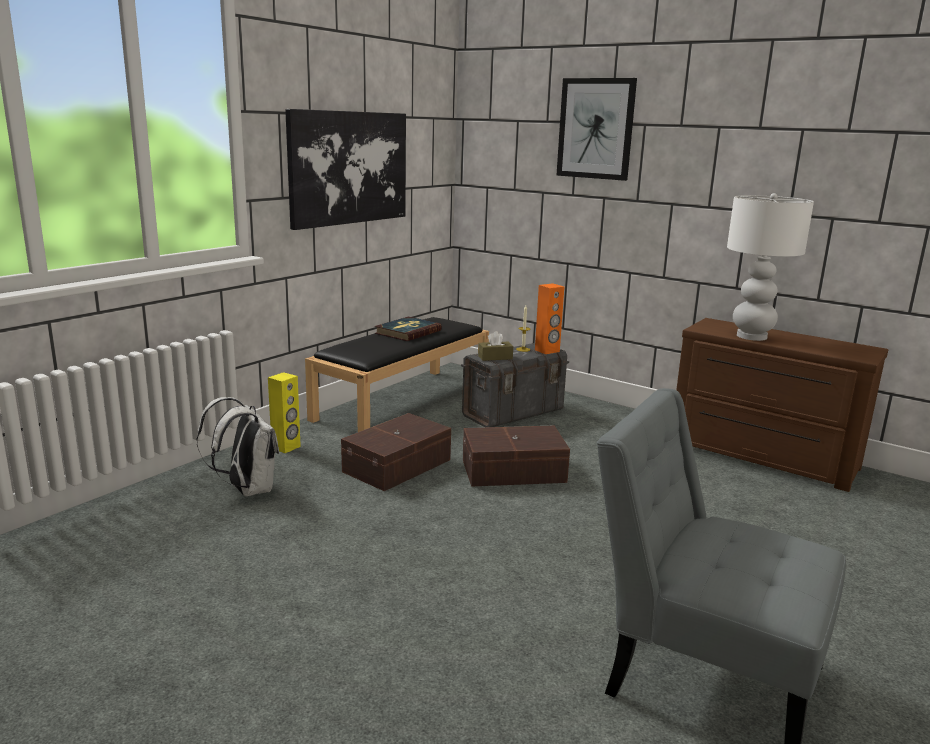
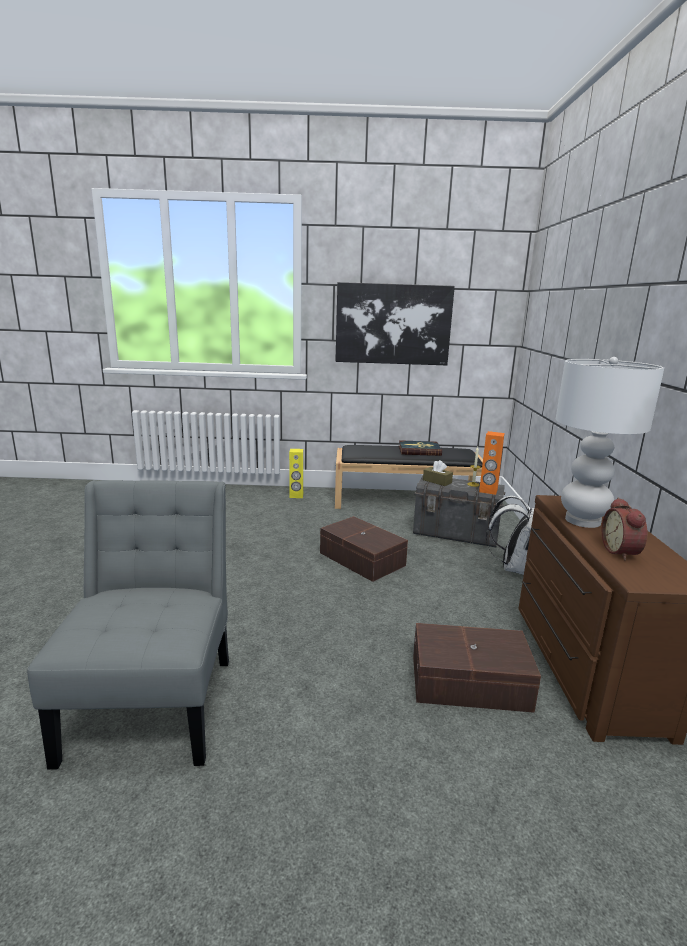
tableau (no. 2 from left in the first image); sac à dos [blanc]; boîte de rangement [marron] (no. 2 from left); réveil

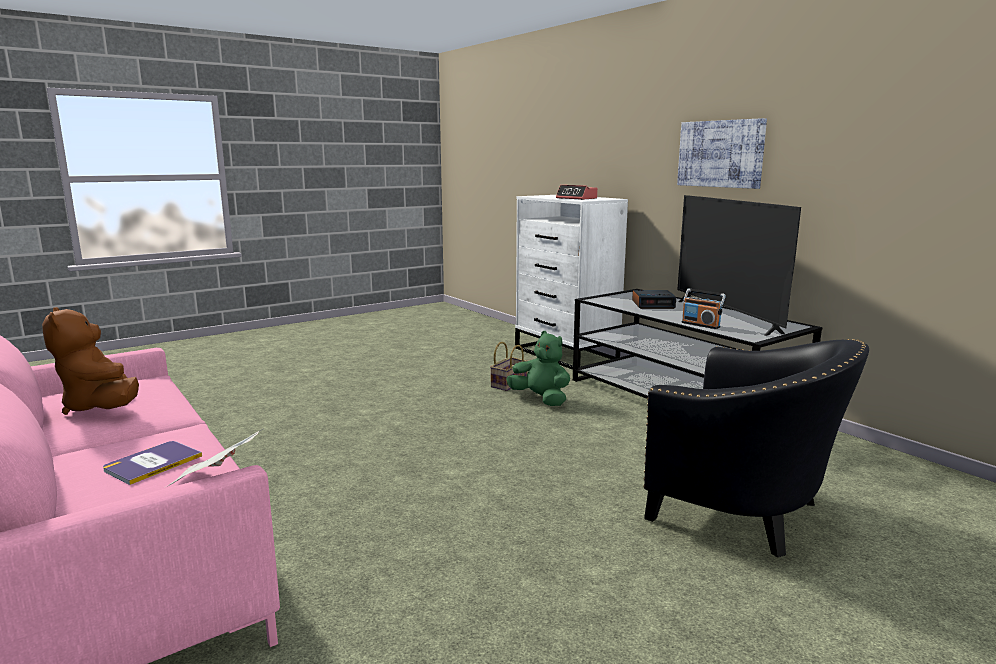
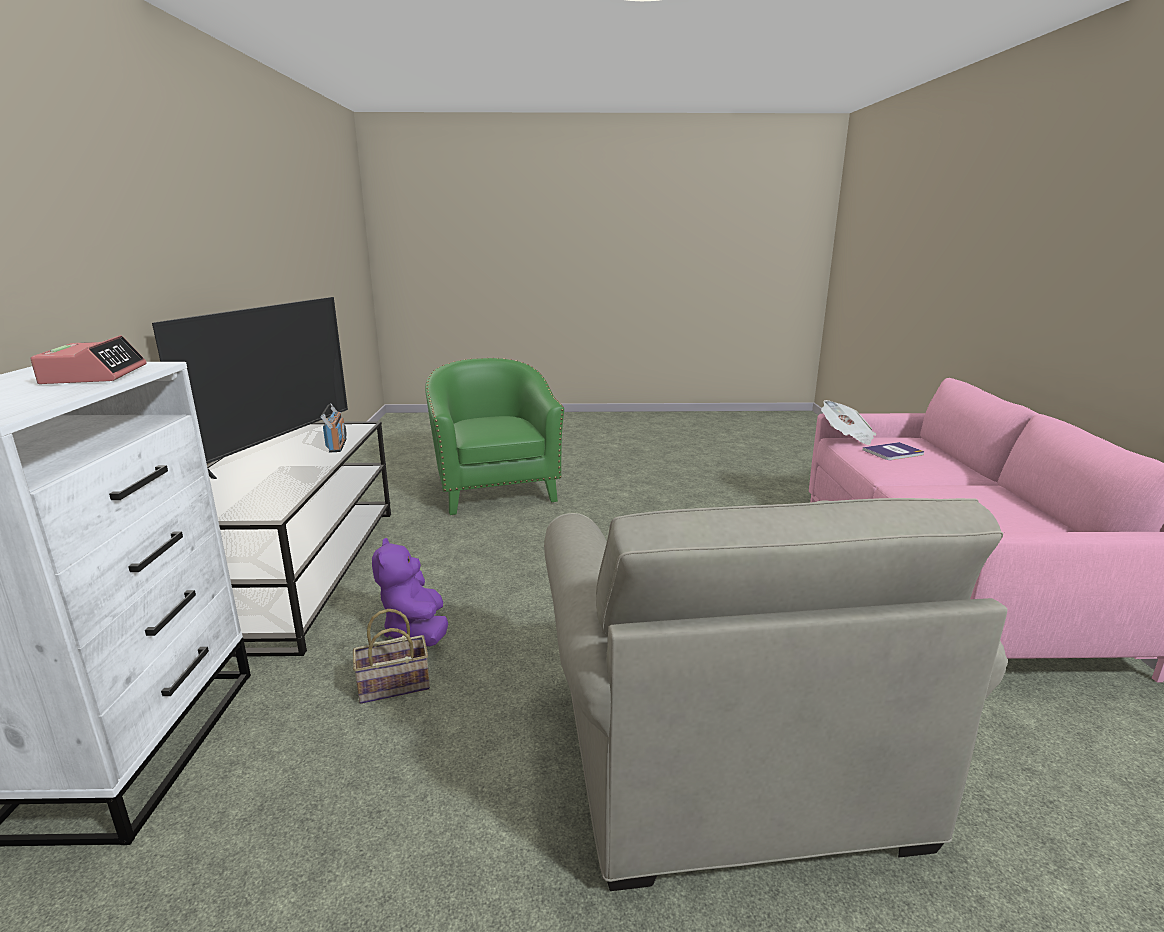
tableau; réveil (no. 2 from left in the first image); peluche [marron]; peluche [violet]; fauteuil [vert]; fauteuil [beige]

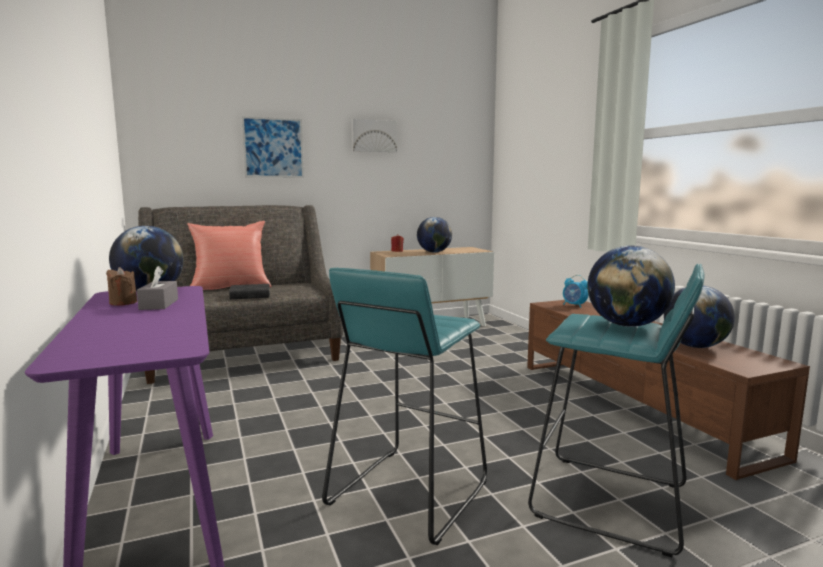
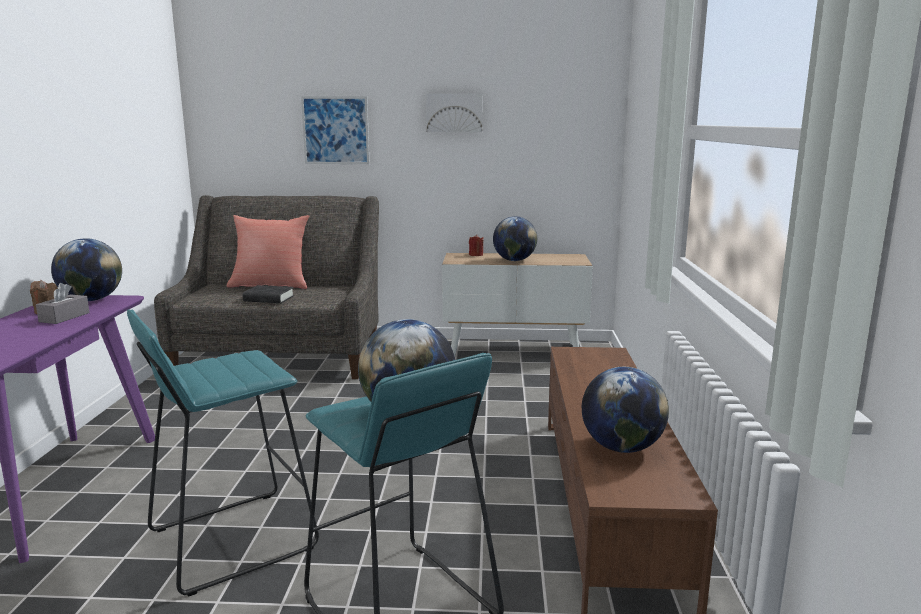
réveil

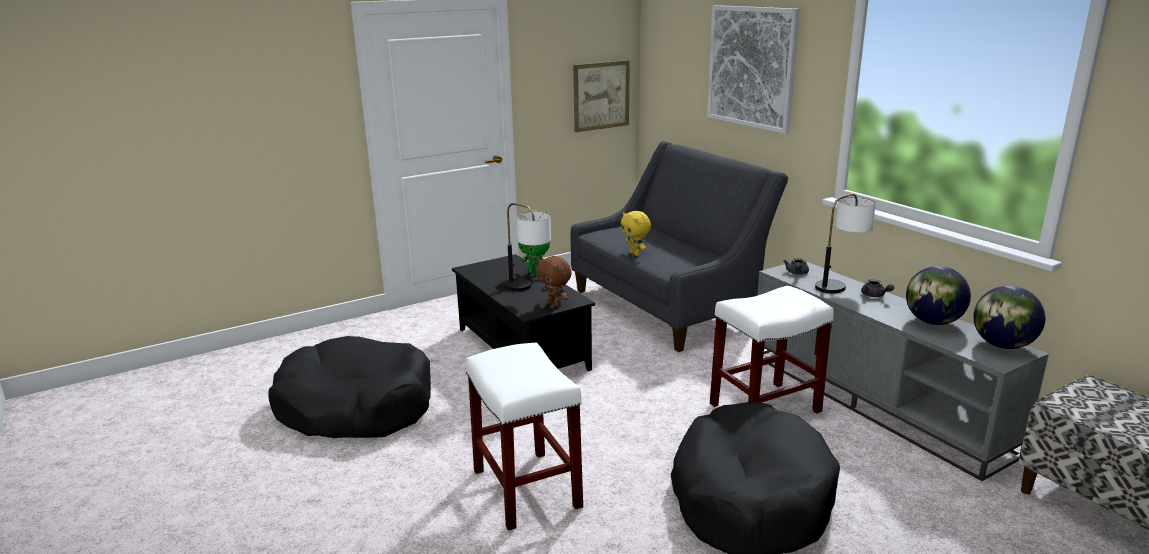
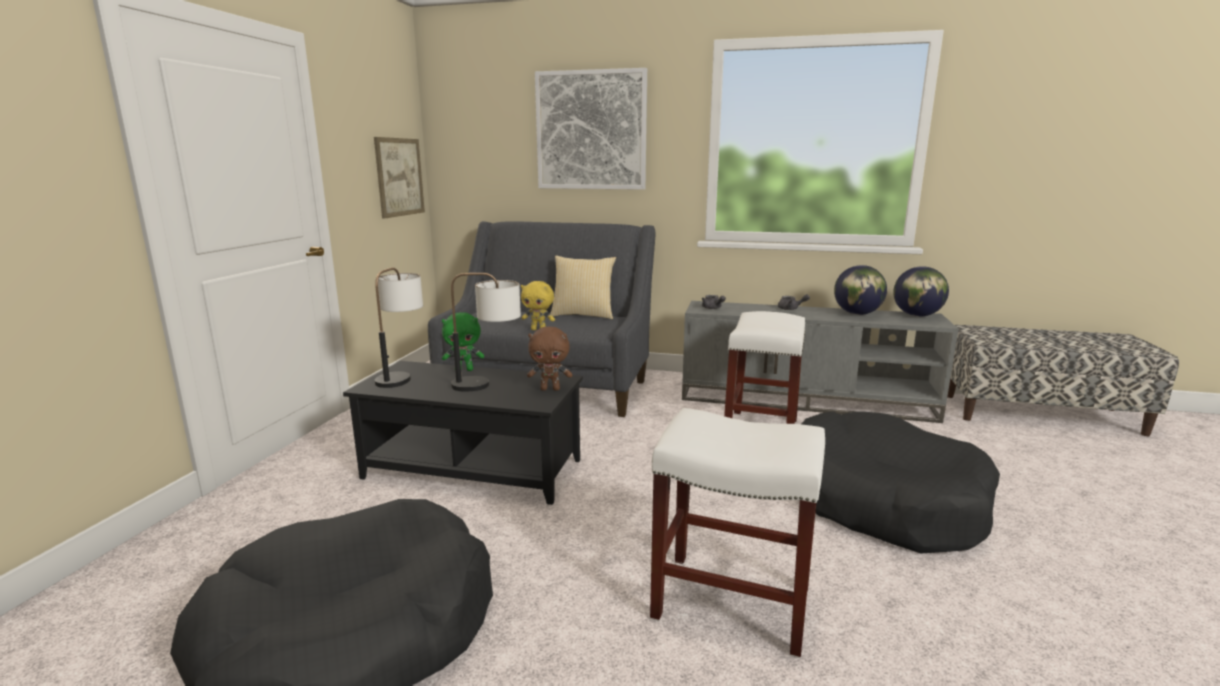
lampe de table (no. 1 from left); coussin

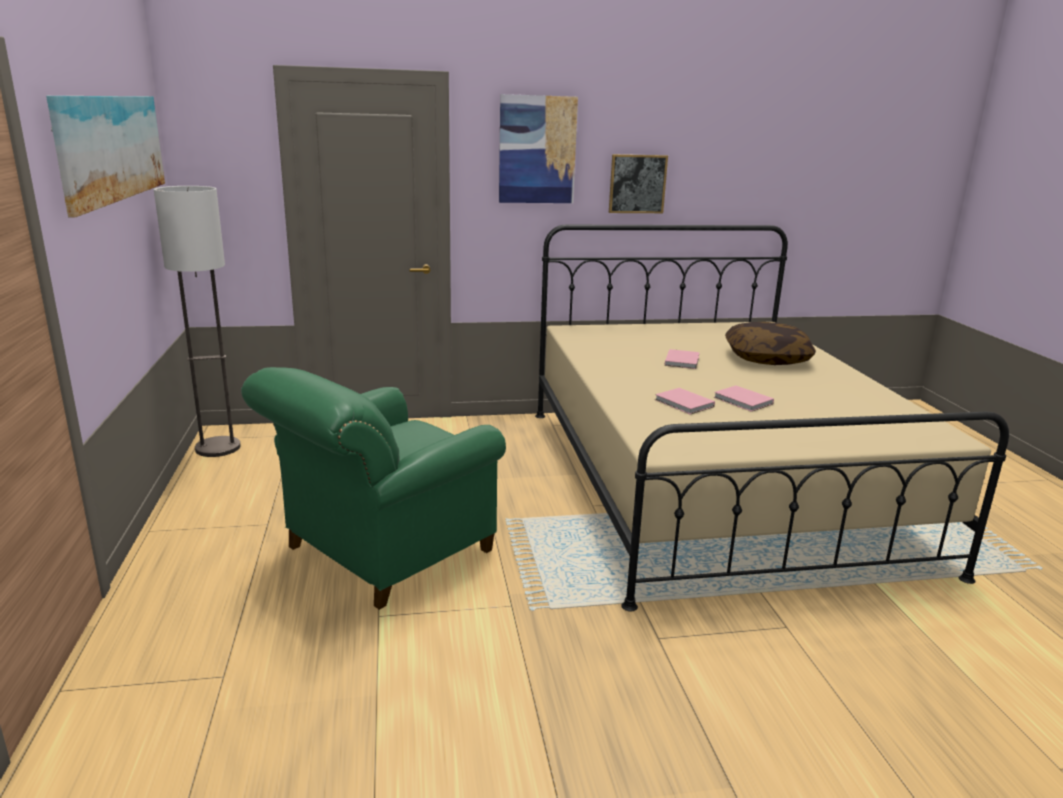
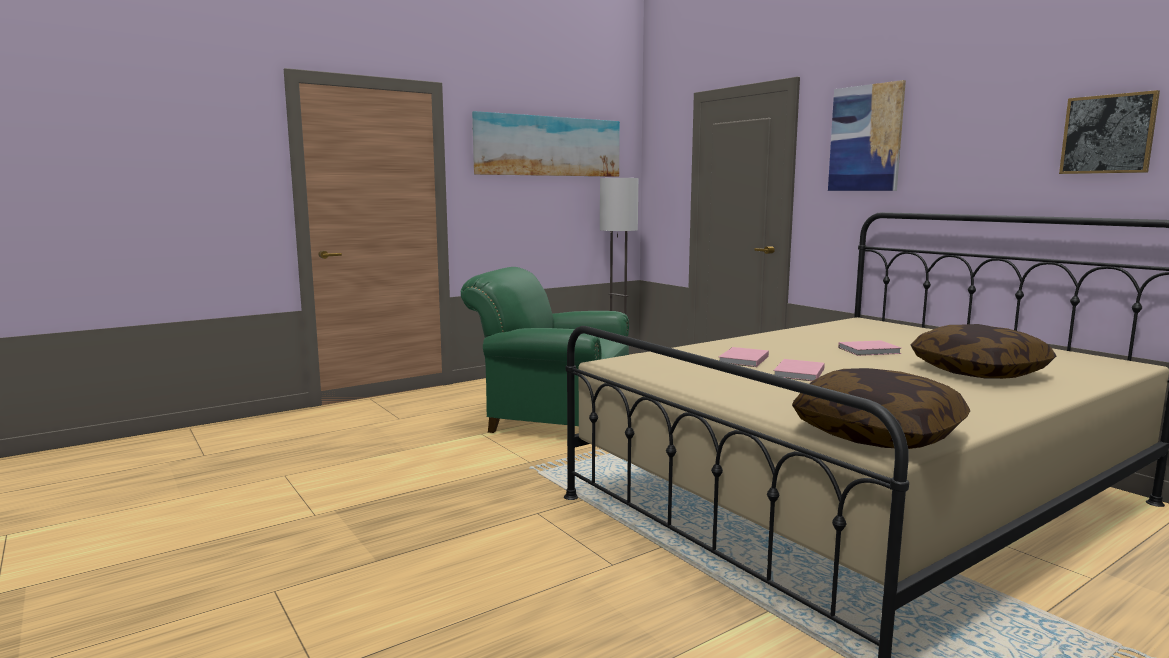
tableau (no. 3 from left); coussin (no. 1 from left)

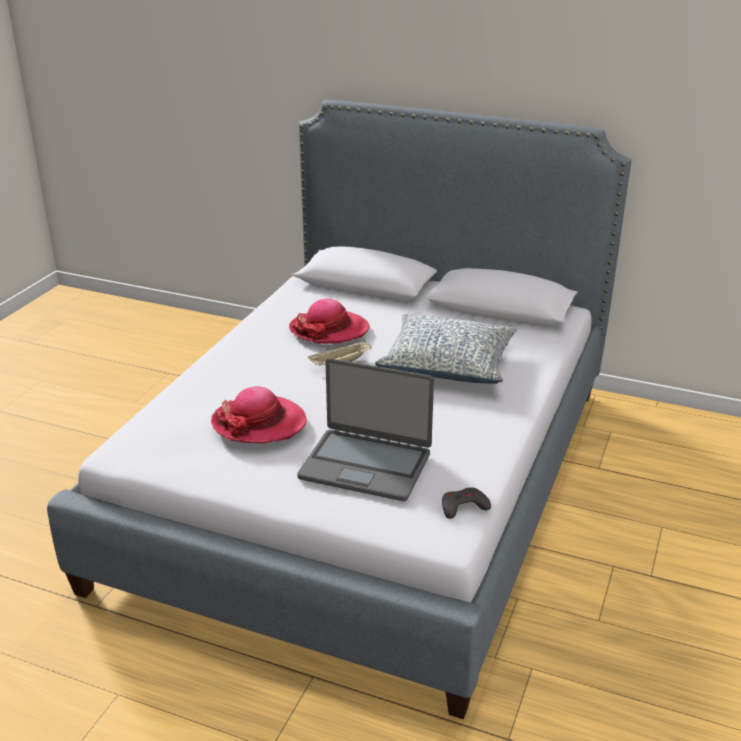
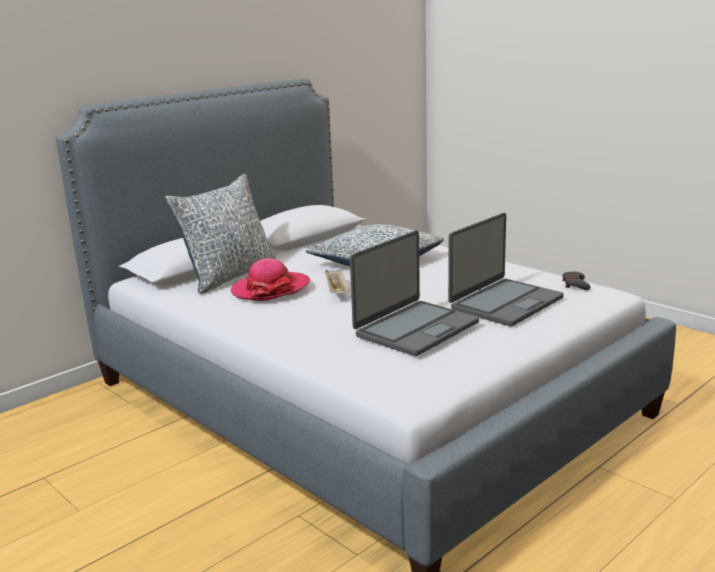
ordinateur portable (no. 1 from left); coussin (no. 1 from left)

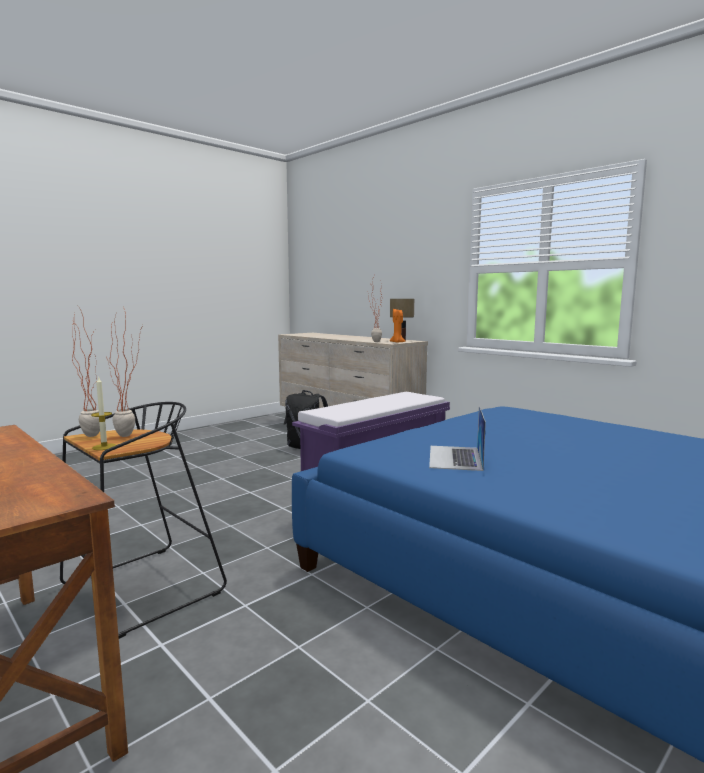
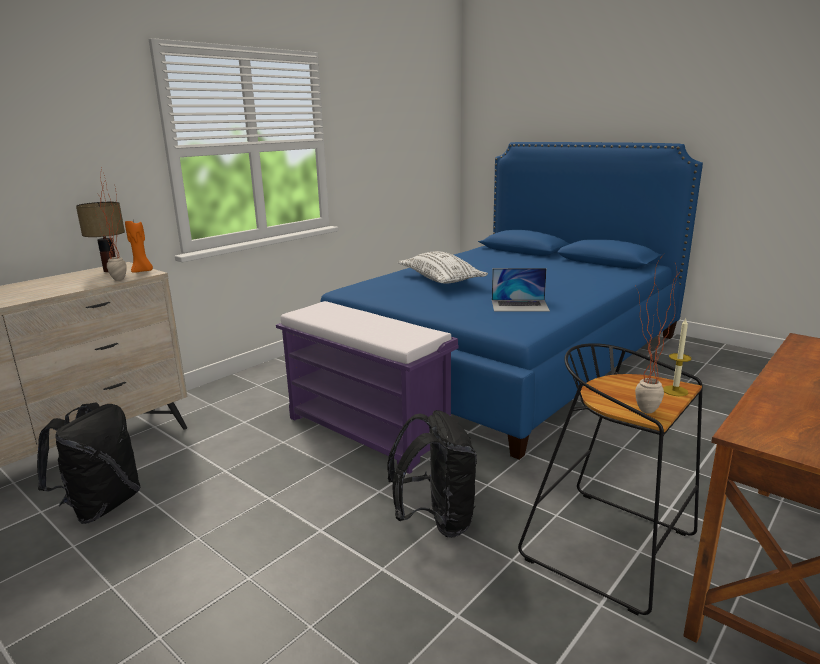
plante en pot (no. 2 from left in the first image); coussin [blanc]; sac à dos [noir] (no. 2 from left)

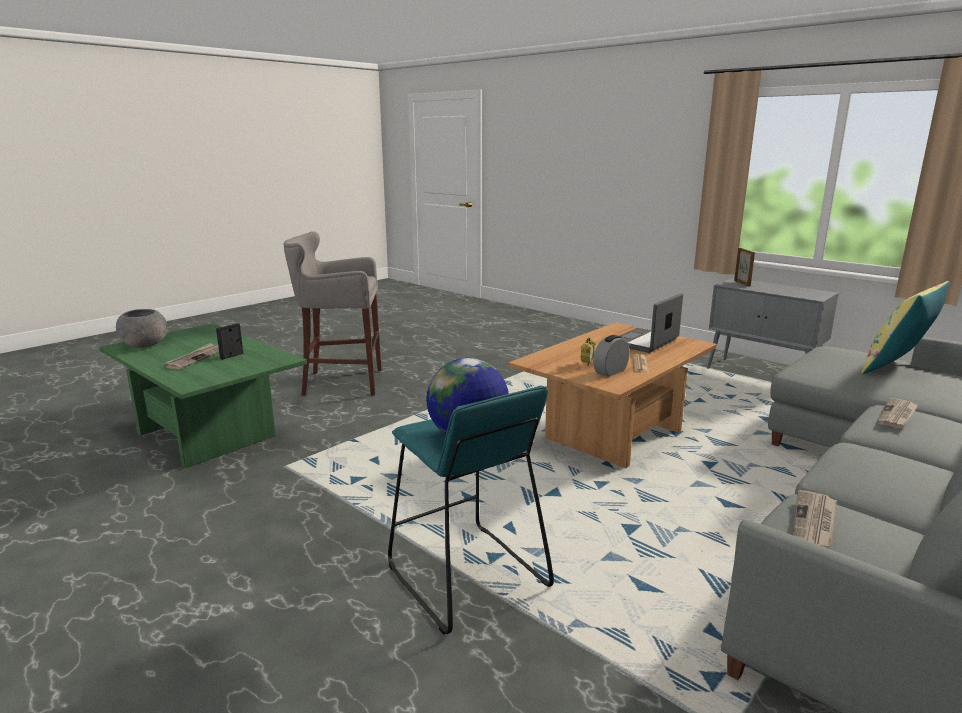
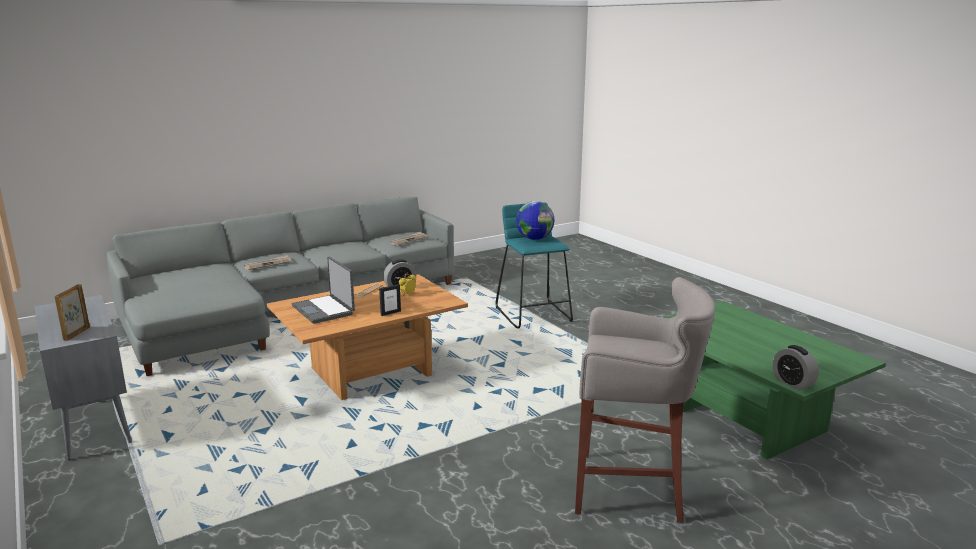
coussin [jaune]; ordinateur portable; bol [gris]; cadre photo (no. 2 from left); journal (no. 1 from left in the first image); réveil (no. 3 from left)

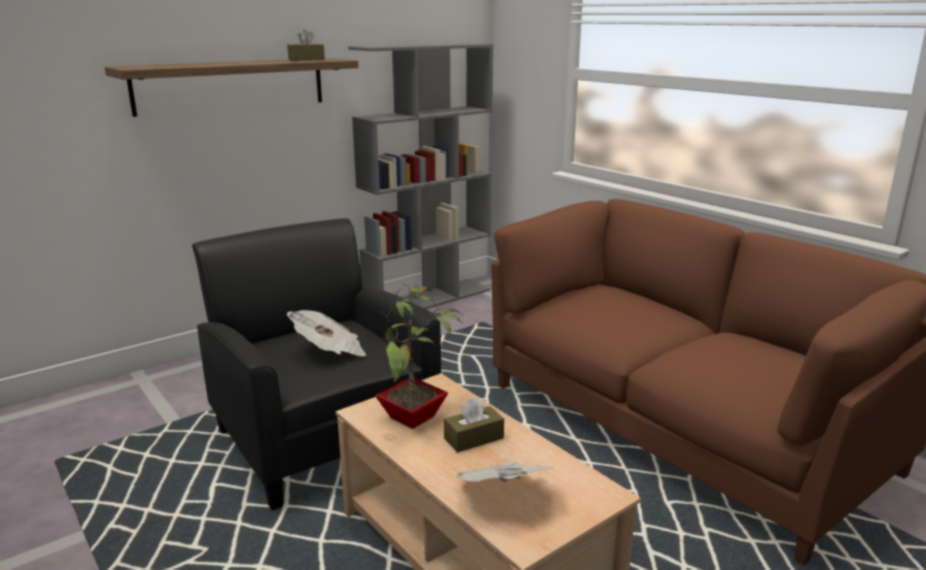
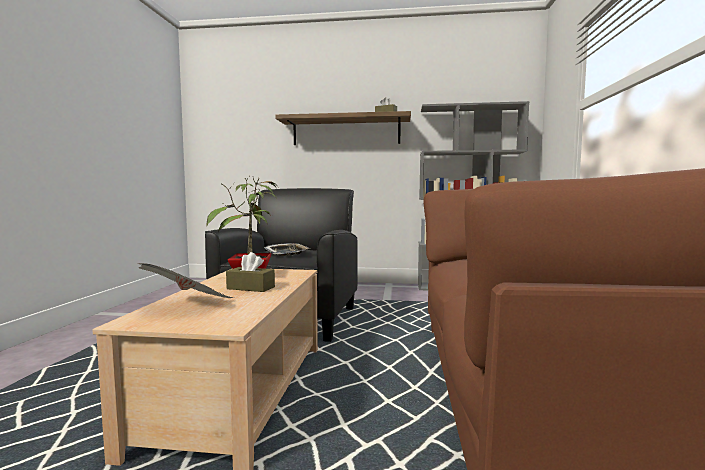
plateau

